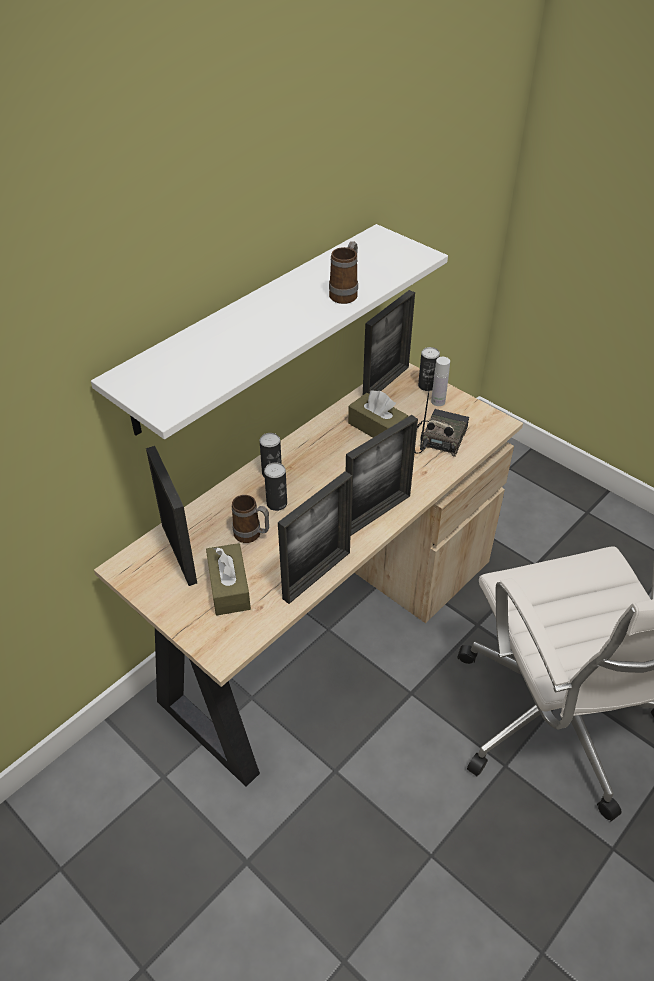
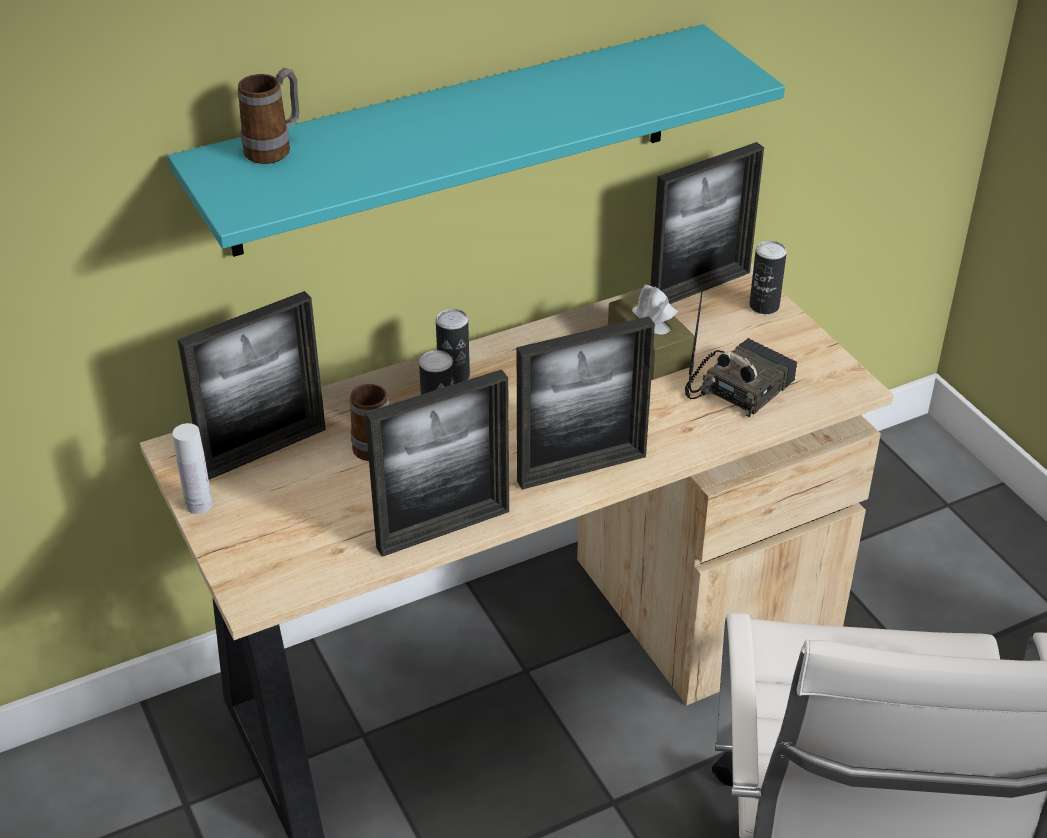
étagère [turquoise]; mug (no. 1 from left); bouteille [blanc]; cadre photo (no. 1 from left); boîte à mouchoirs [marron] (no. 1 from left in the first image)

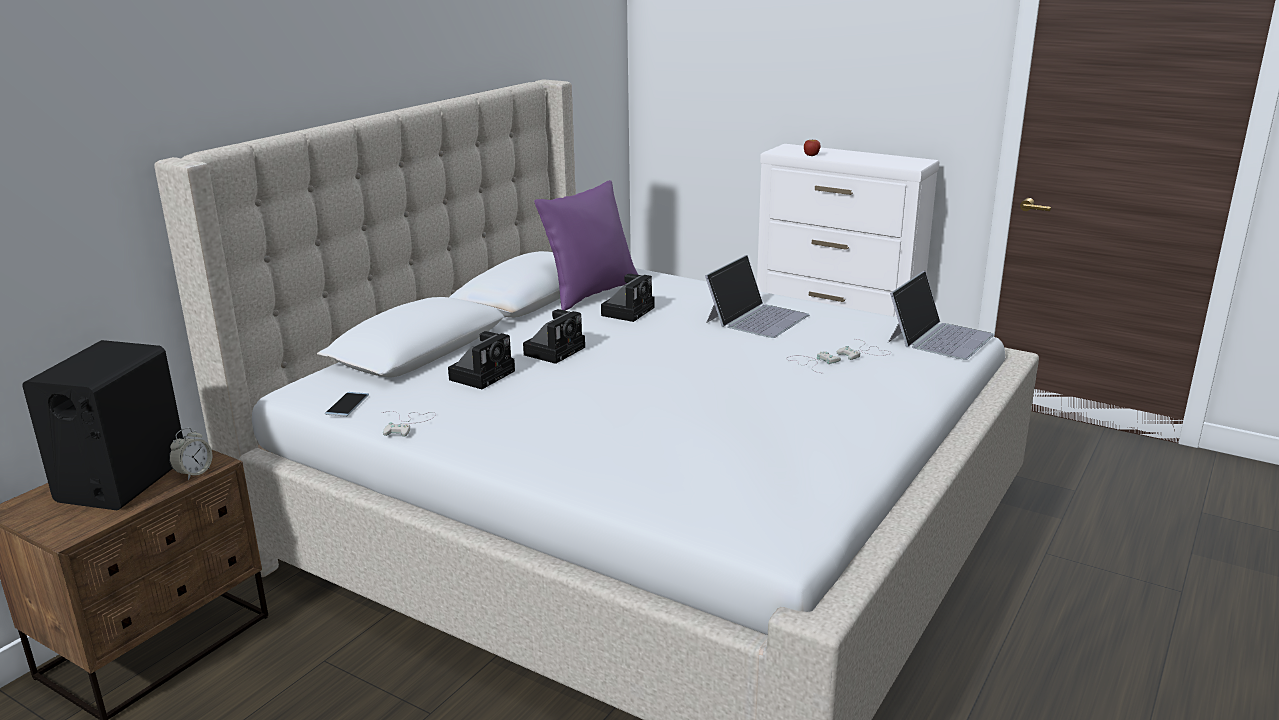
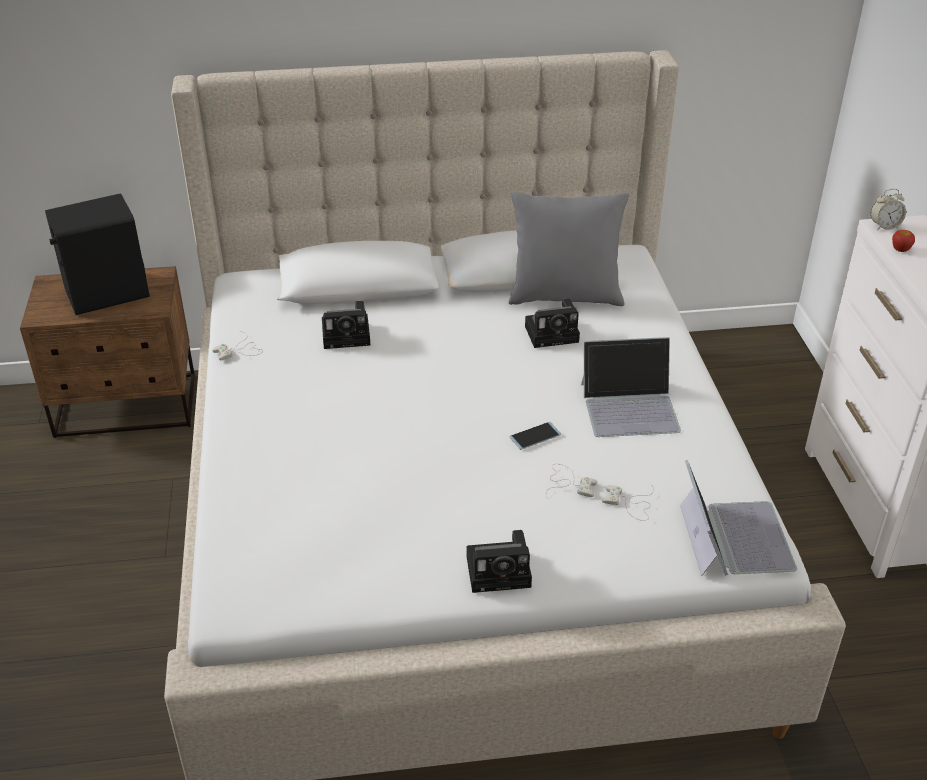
coussin [gris]; ordinateur portable (no. 2 from left); appareil photo (no. 2 from left); téléphone; réveil

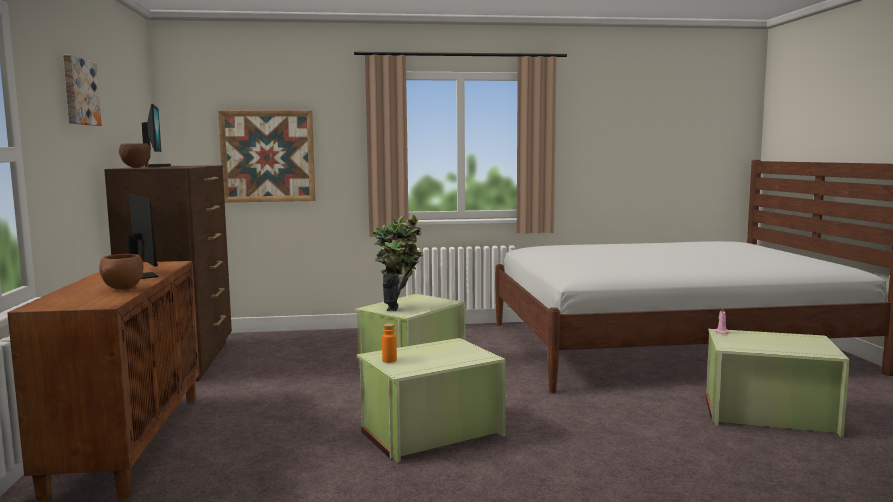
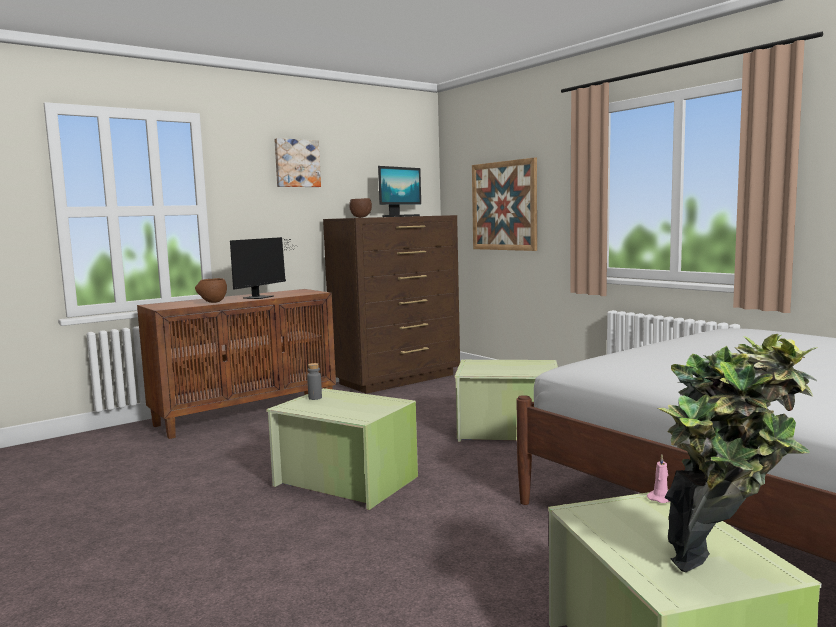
plante en pot; bouteille [gris]

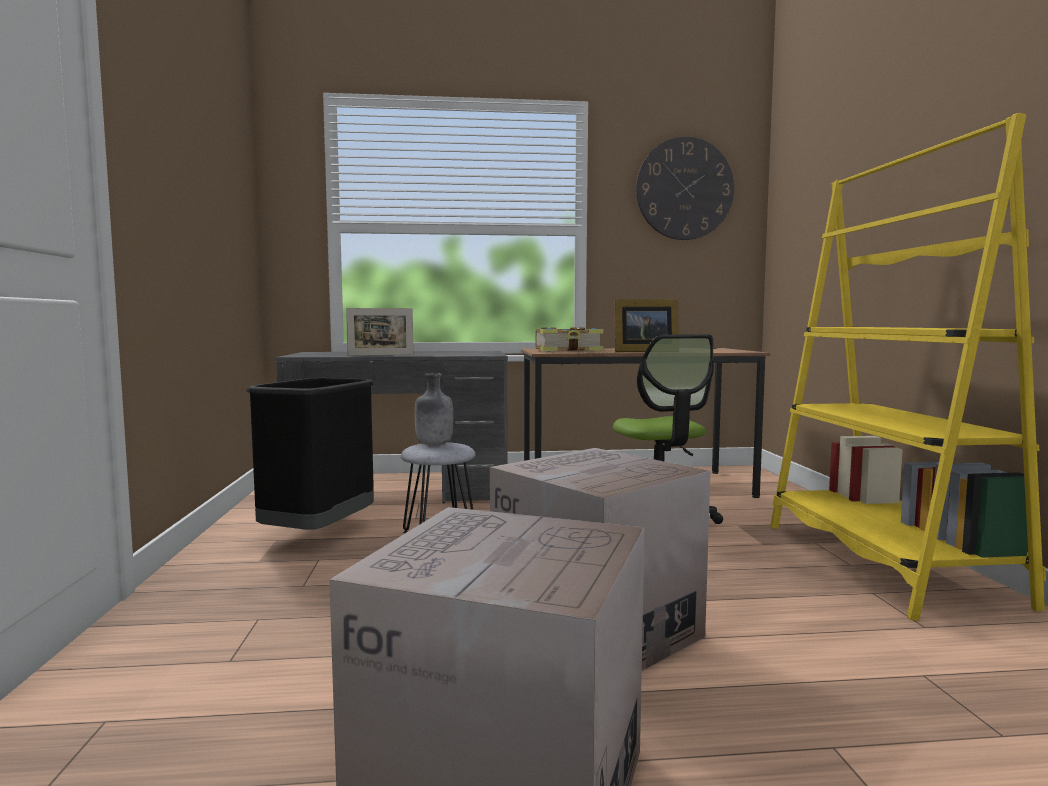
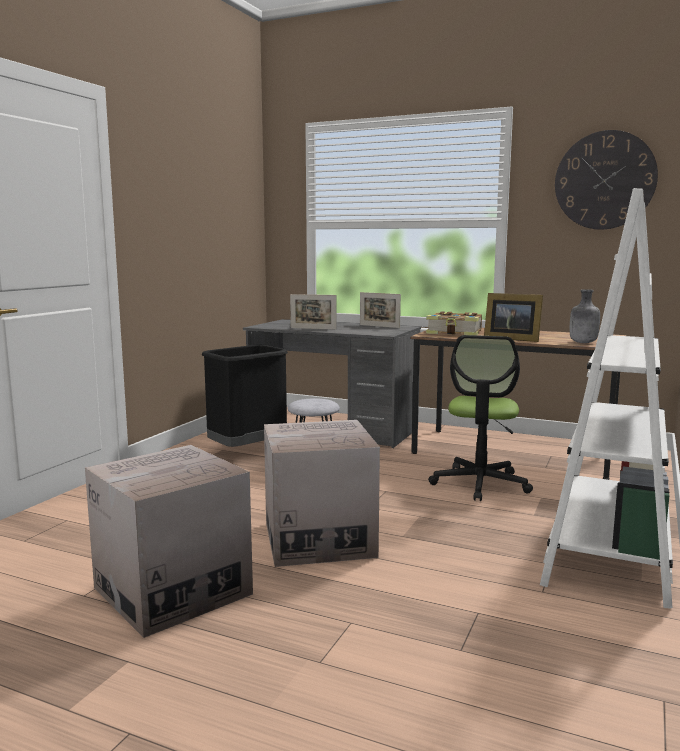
bibliothèque [blanc]; bouteille [gris]; cadre photo (no. 2 from left)

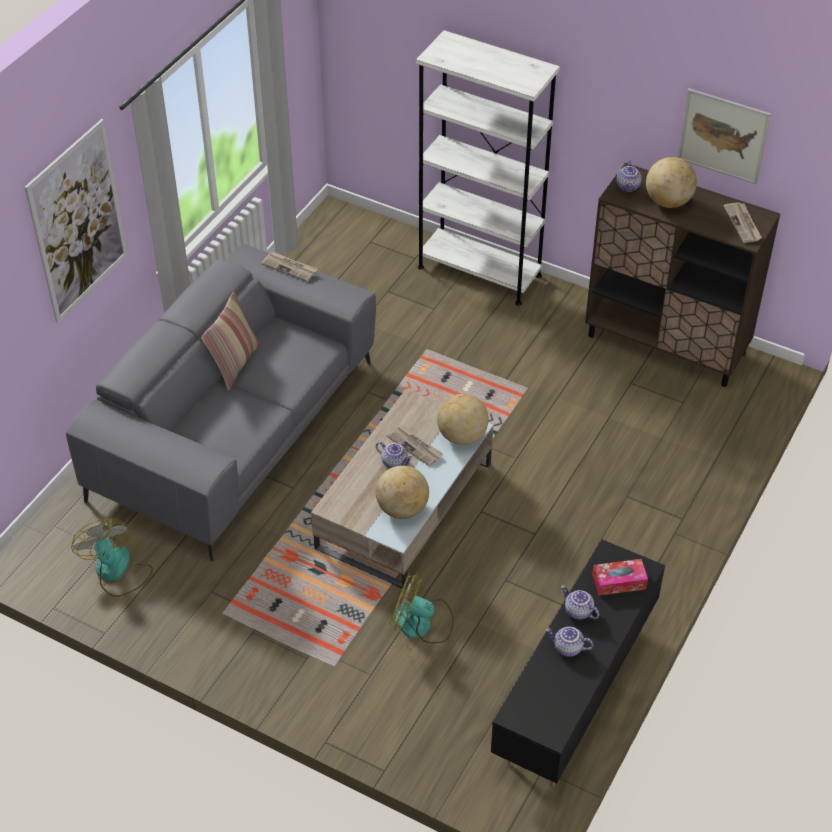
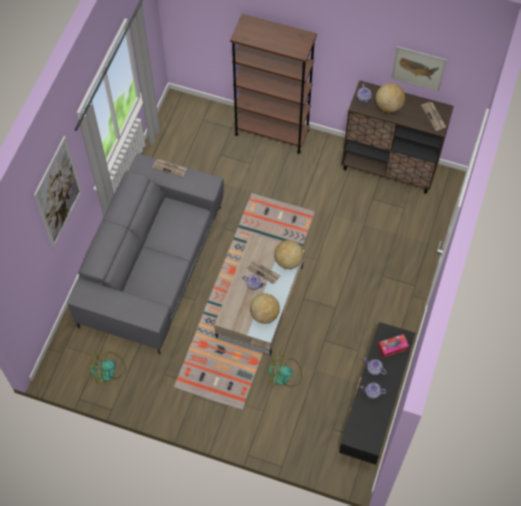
bibliothèque [marron]; coussin; ventilateur (no. 1 from left)

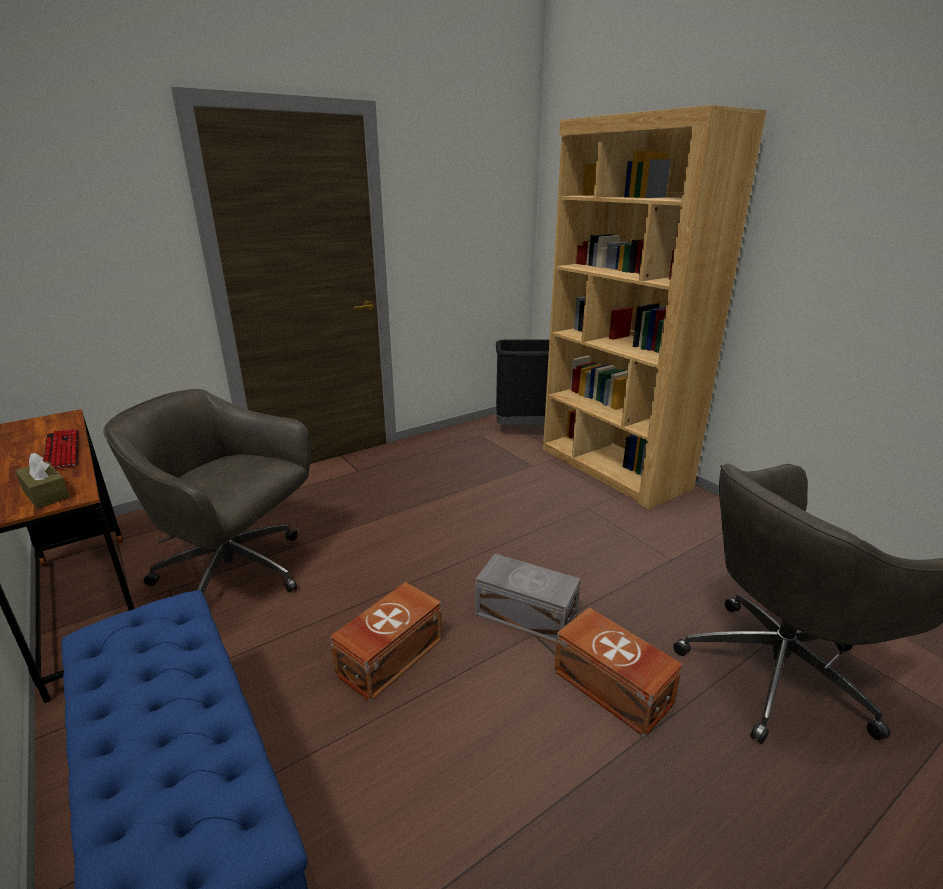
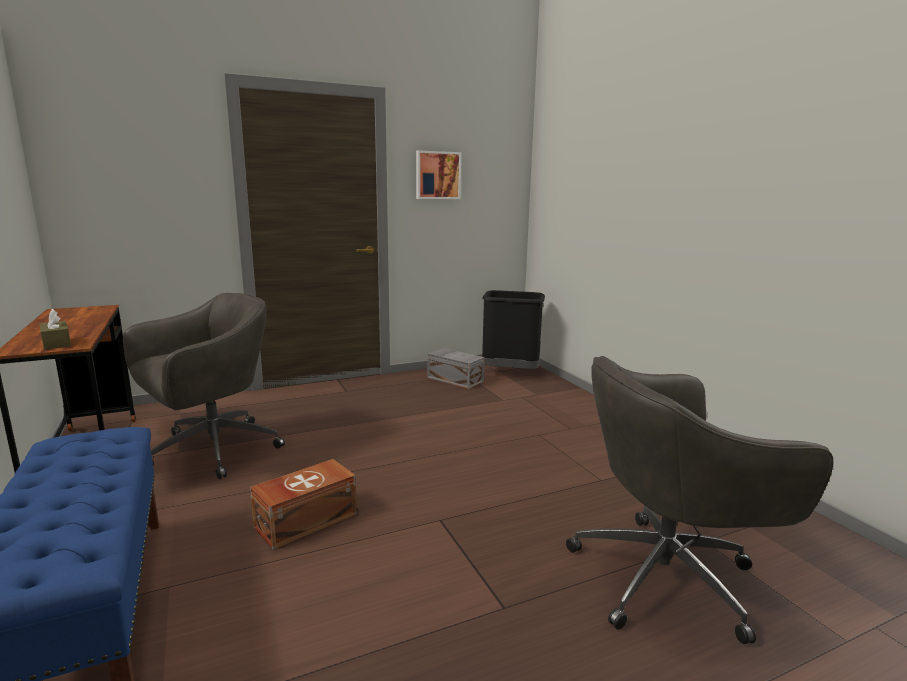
bibliothèque [marron]; chaise de bureau [gris] (no. 1 from left); clavier; boîte de rangement [gris]; boîte de rangement [marron] (no. 2 from left in the first image); tableau

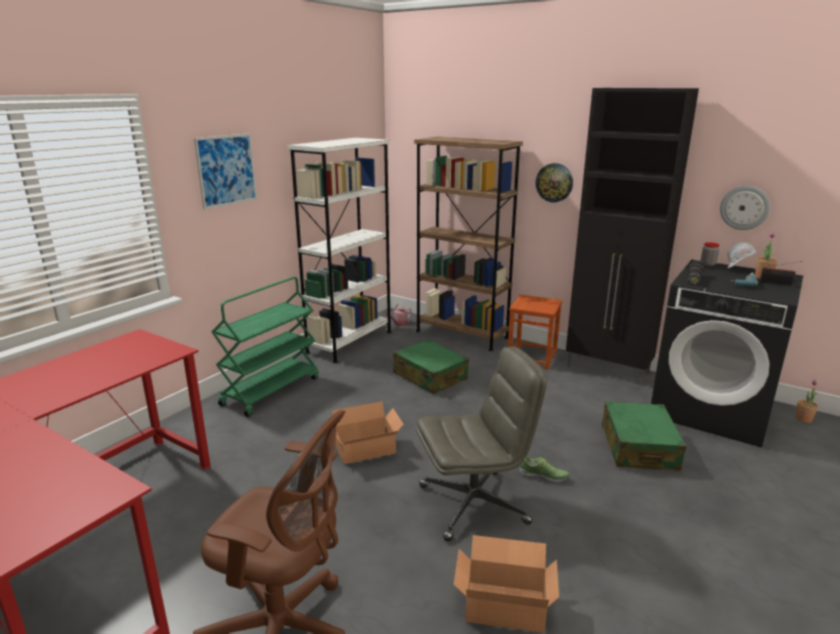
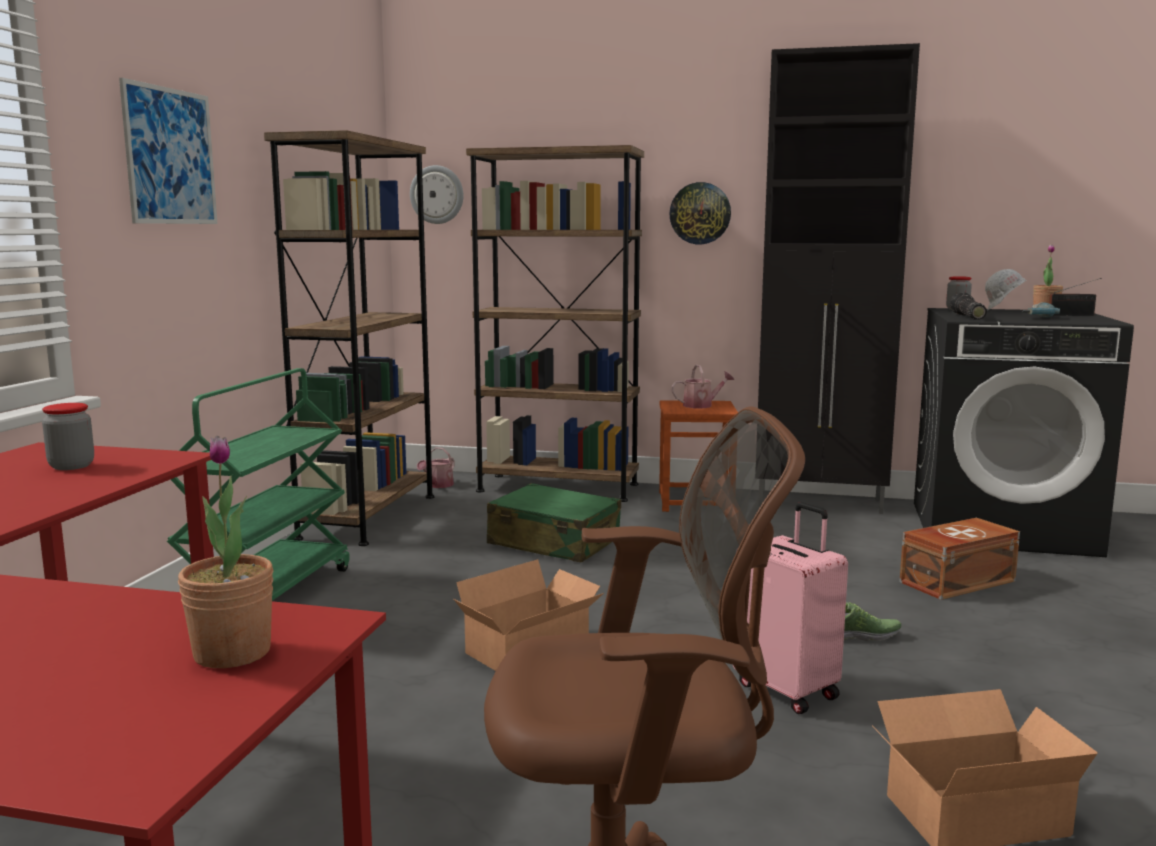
bibliothèque [marron] (no. 1 from left); horloge murale (no. 1 from left); valise [rose]; plante en pot (no. 1 from left); boîte de rangement [marron]; arrosoir (no. 2 from left); bocal (no. 1 from left)

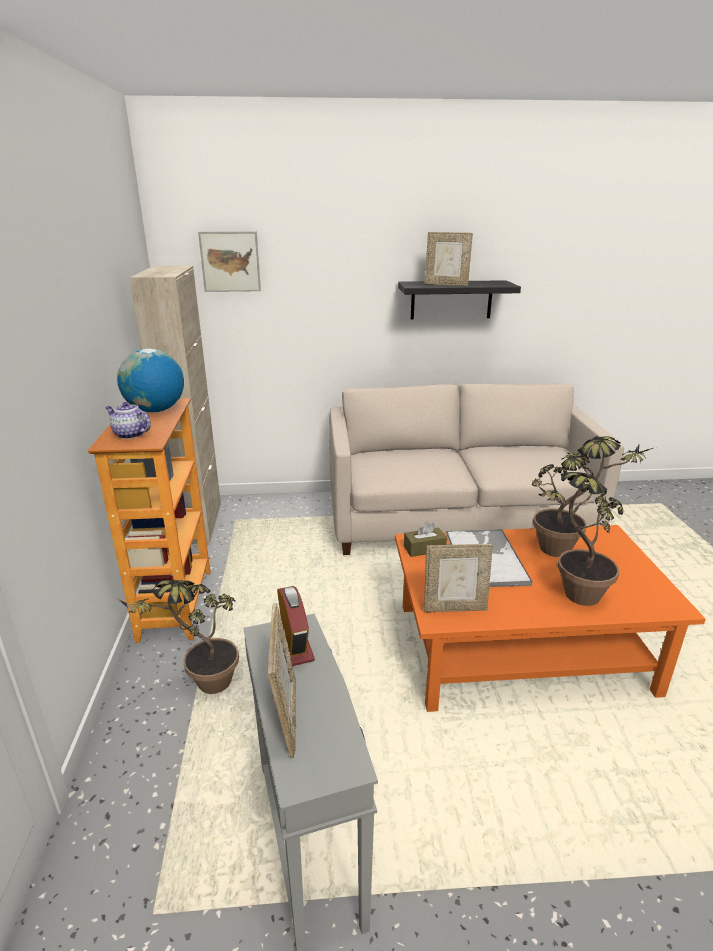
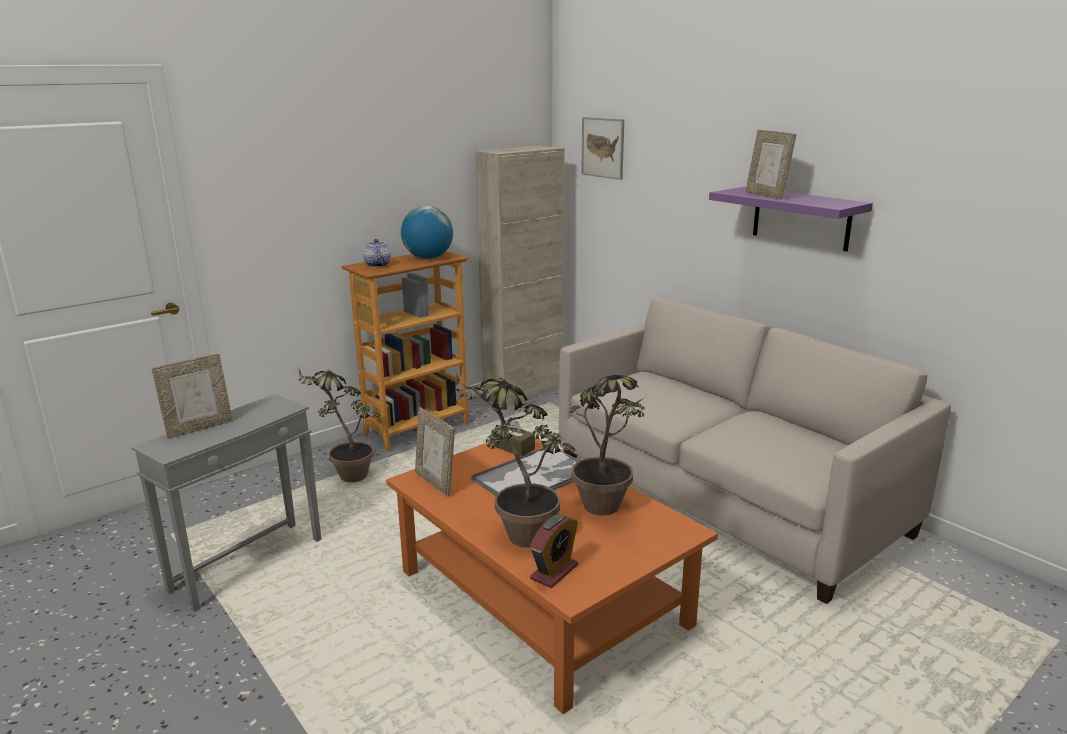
étagère [violet]; réveil

